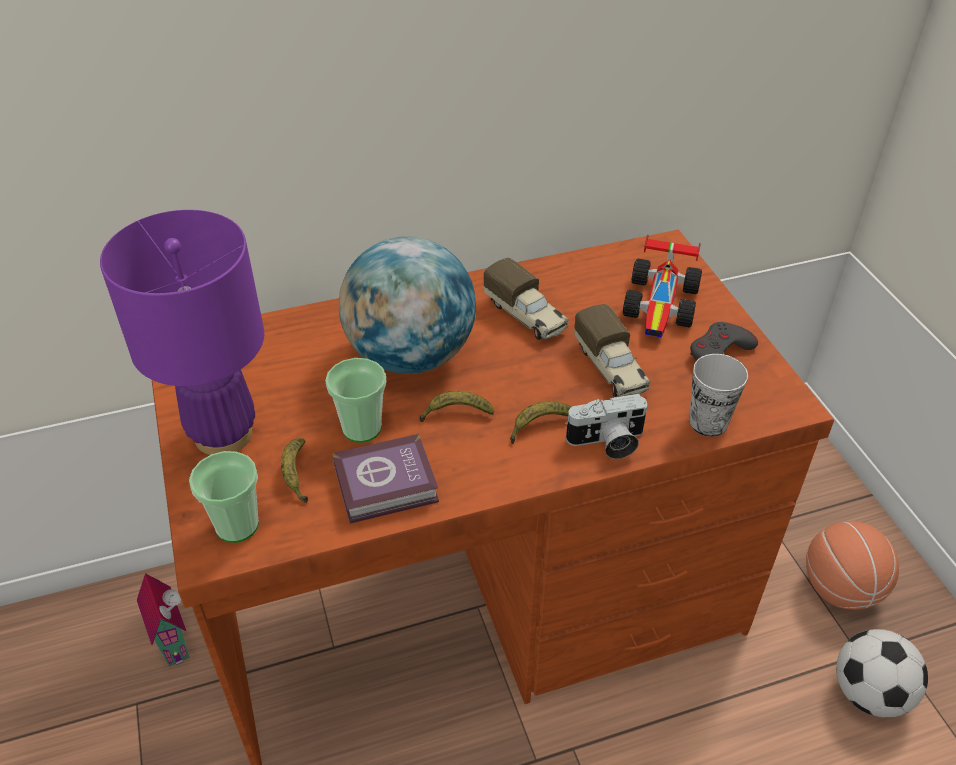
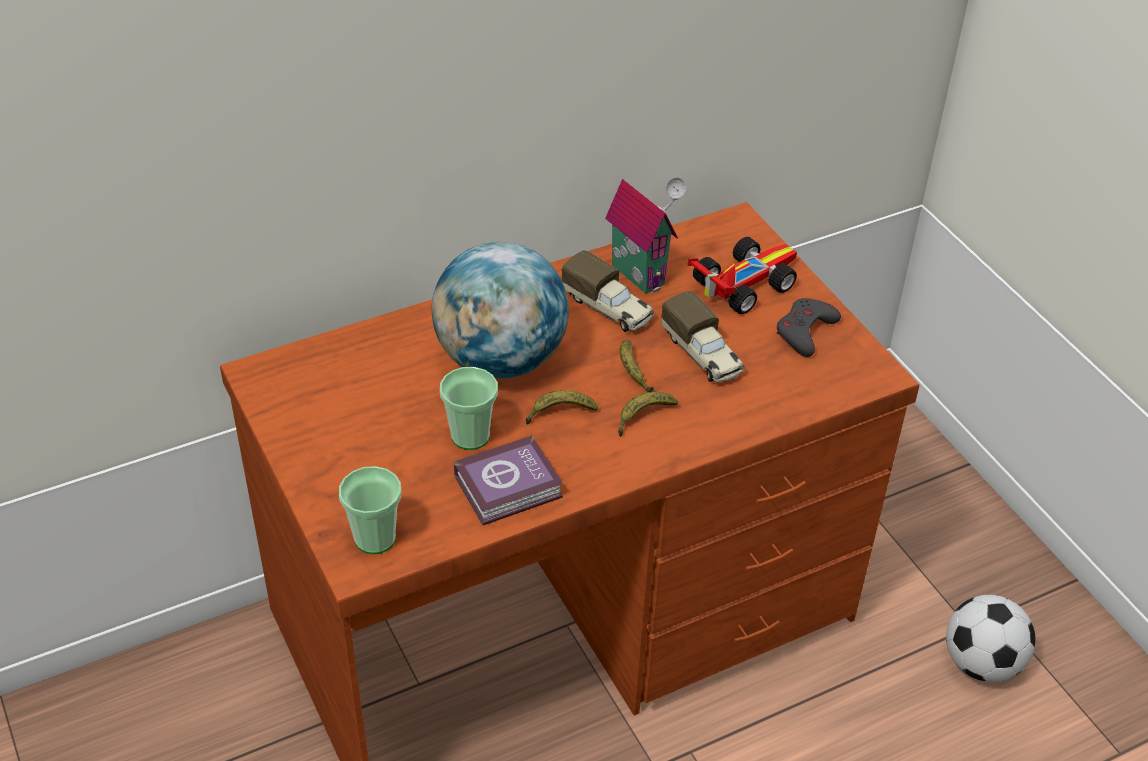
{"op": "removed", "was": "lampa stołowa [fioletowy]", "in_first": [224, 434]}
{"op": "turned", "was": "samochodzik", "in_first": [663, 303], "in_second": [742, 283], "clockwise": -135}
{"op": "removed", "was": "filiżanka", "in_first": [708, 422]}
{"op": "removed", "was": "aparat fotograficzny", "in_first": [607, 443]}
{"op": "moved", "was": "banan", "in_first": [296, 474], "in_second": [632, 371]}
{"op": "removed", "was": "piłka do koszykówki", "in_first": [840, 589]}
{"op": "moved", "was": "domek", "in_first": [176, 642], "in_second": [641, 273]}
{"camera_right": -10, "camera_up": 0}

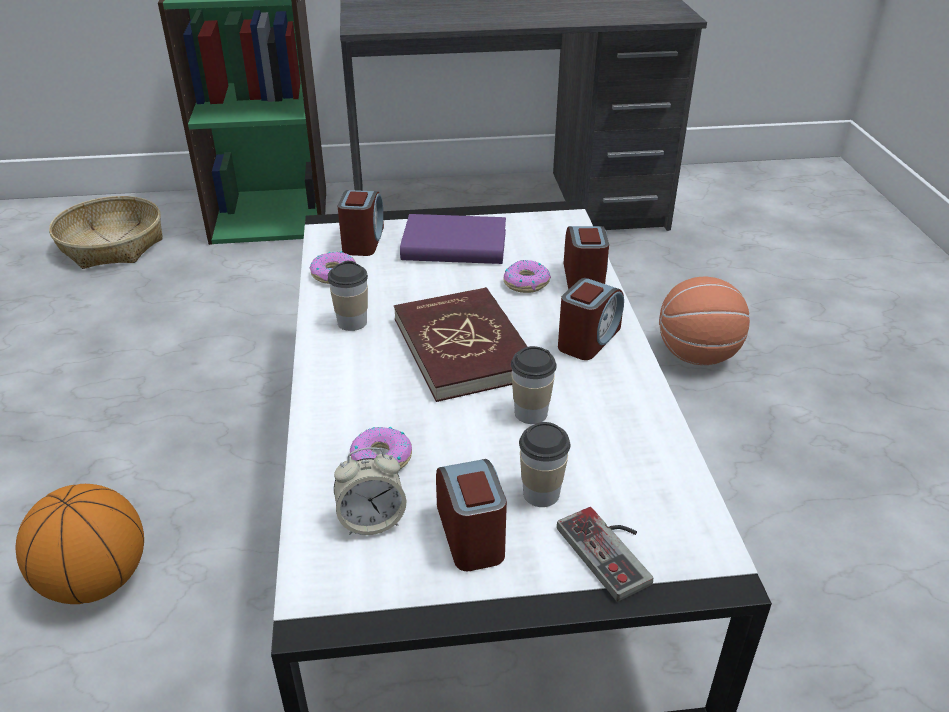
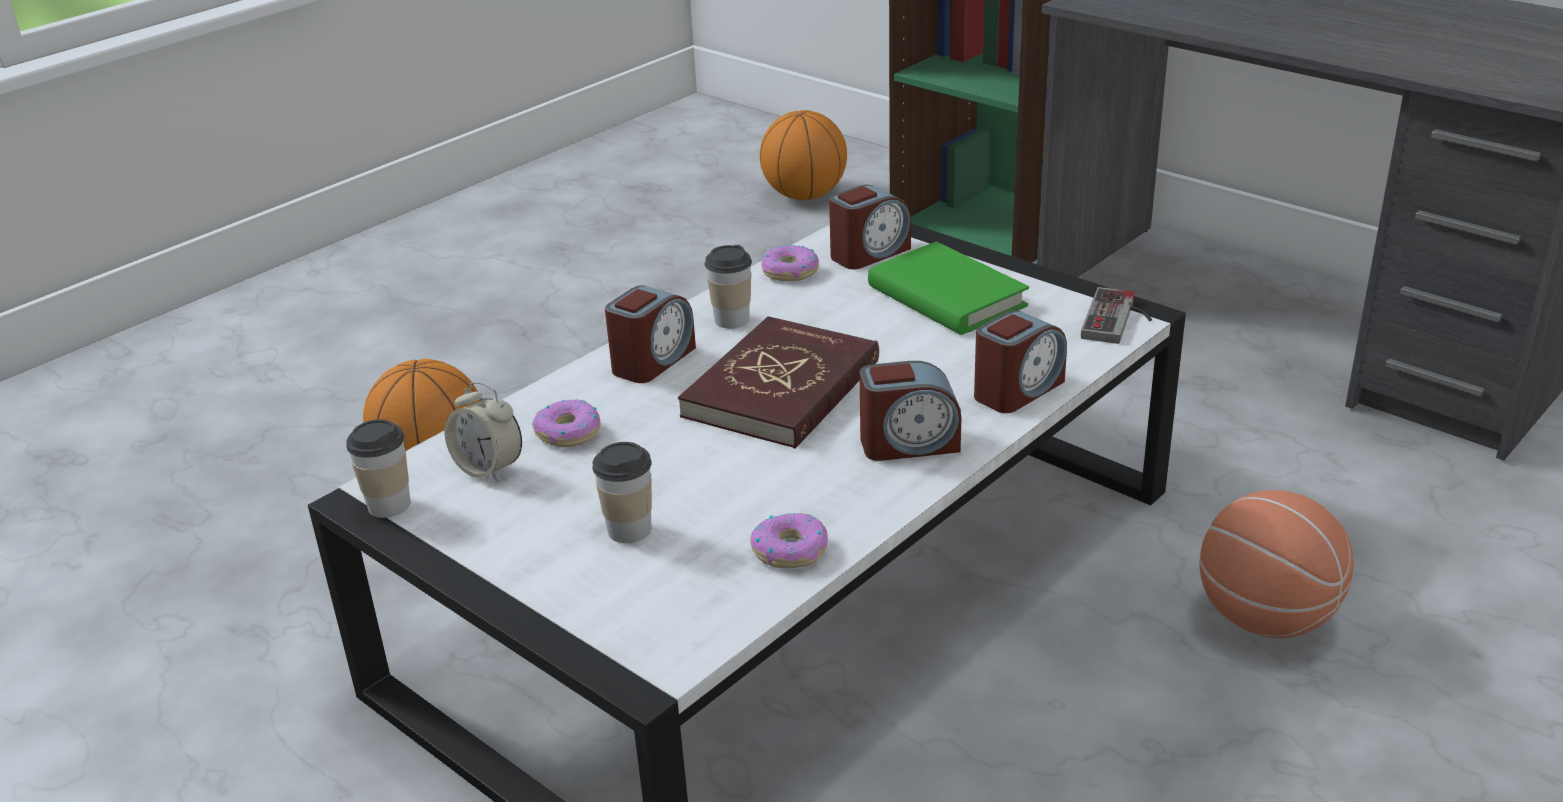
{"op": "replaced", "was": "koszyk", "now": "piłka do koszykówki", "in_first": [112, 245], "in_second": [804, 196]}
{"op": "recoloured", "was": "książka [fioletowy]", "now": "książka [zielony]", "in_first": [454, 246], "in_second": [946, 296]}
{"op": "moved", "was": "donut", "in_first": [526, 283], "in_second": [790, 550]}
{"op": "moved", "was": "filiżanka", "in_first": [531, 413], "in_second": [389, 505]}
{"op": "moved", "was": "budzik", "in_first": [471, 534], "in_second": [652, 361]}
{"op": "moved", "was": "pad do gier", "in_first": [613, 550], "in_second": [1119, 320]}
{"camera_right": 50, "camera_up": -5}

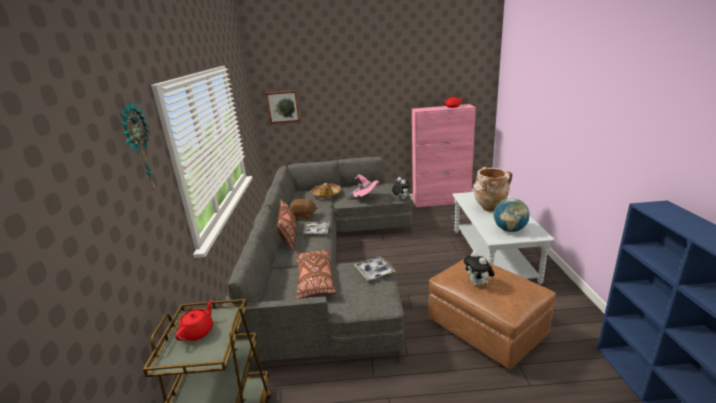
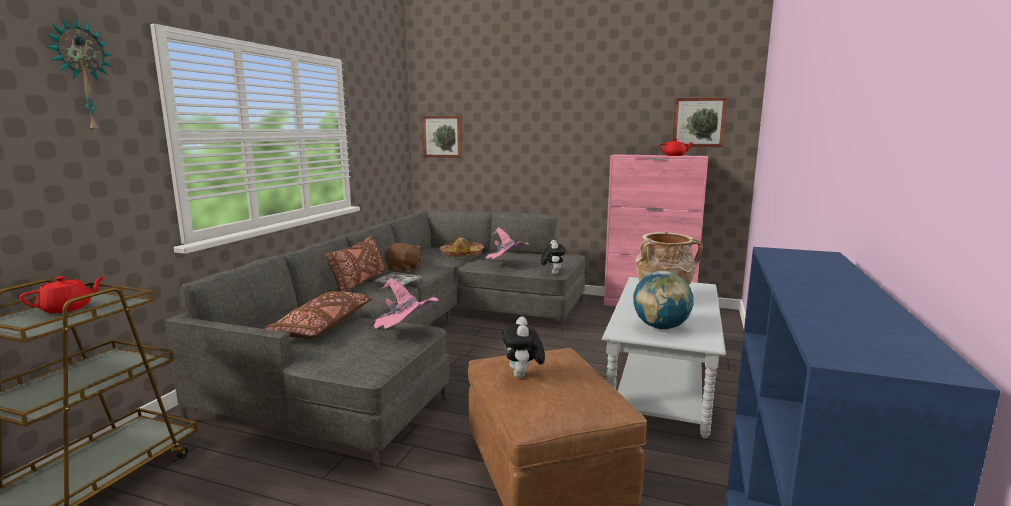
{"op": "replaced", "was": "taca", "now": "kapelusz [różowy]", "in_first": [374, 271], "in_second": [405, 333]}
{"op": "added", "now": "obraz", "in_second": [699, 122]}
{"camera_right": 20, "camera_up": -10}

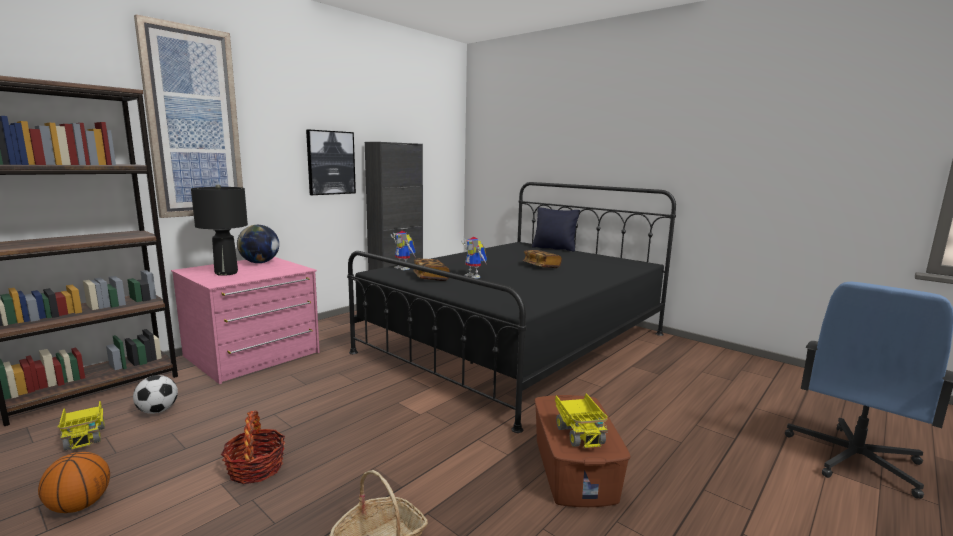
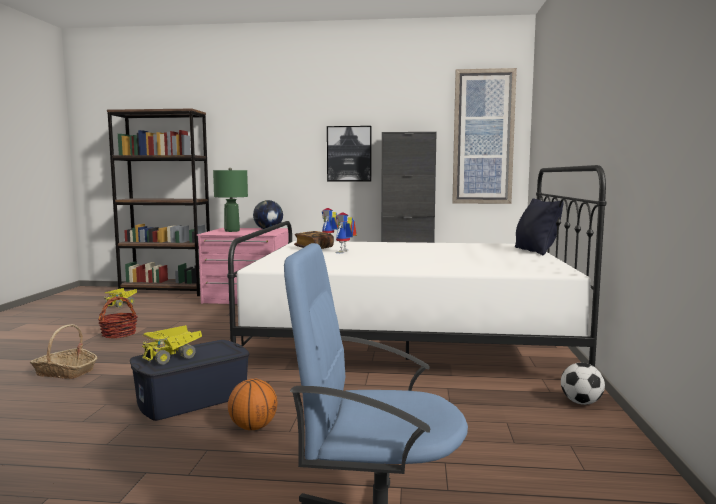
{"op": "moved", "was": "obraz", "in_first": [193, 123], "in_second": [483, 137]}
{"op": "recoloured", "was": "łóżko [czarny]", "now": "łóżko [biały]", "in_first": [516, 342], "in_second": [408, 340]}
{"op": "recoloured", "was": "lampa stołowa [czarny]", "now": "lampa stołowa [zielony]", "in_first": [226, 273], "in_second": [232, 231]}
{"op": "removed", "was": "książka", "in_first": [541, 266]}
{"op": "moved", "was": "piłka futbolowa", "in_first": [158, 411], "in_second": [581, 402]}
{"op": "recoloured", "was": "pojemnik do przechowywania [brązowy]", "now": "pojemnik do przechowywania [niebieski]", "in_first": [574, 469], "in_second": [193, 399]}
{"op": "moved", "was": "piłka do koszykówki", "in_first": [79, 505], "in_second": [253, 427]}
{"camera_right": 55, "camera_up": -5}

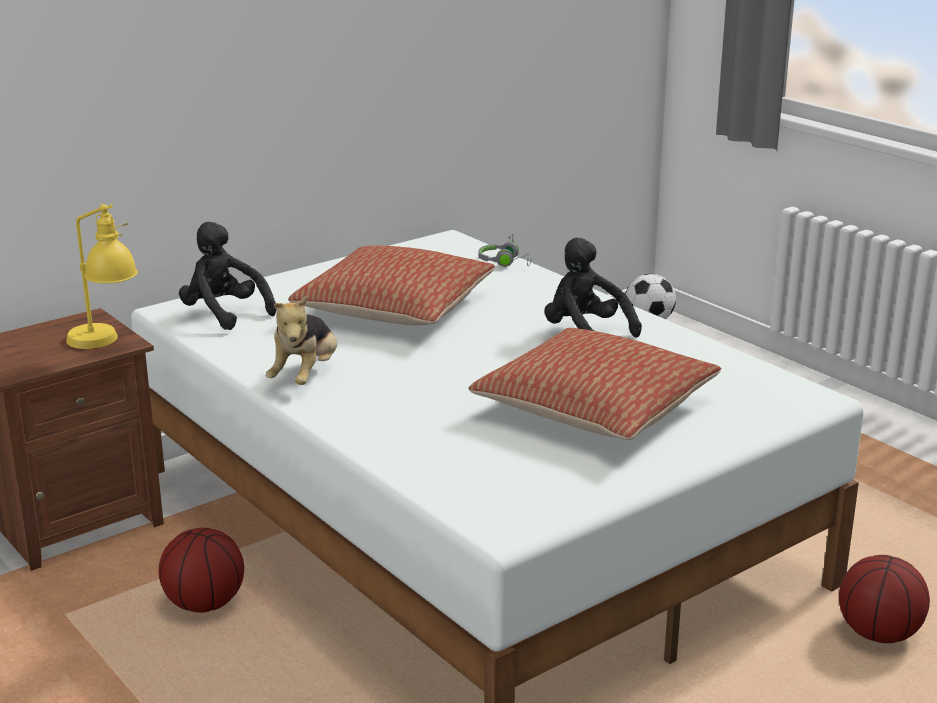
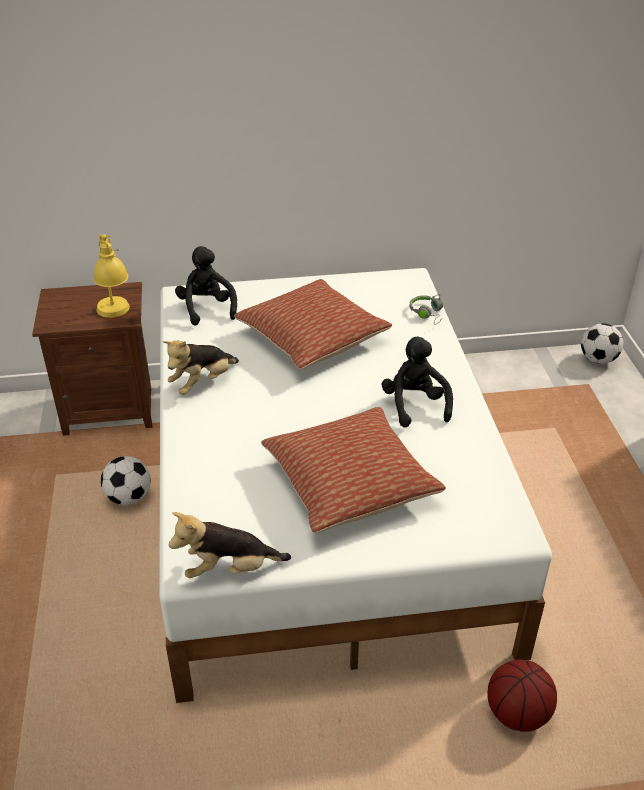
{"op": "replaced", "was": "piłka do koszykówki", "now": "piłka futbolowa", "in_first": [204, 604], "in_second": [129, 497]}
{"op": "added", "now": "pluszak", "in_second": [230, 569]}
{"camera_right": 30, "camera_up": 15}

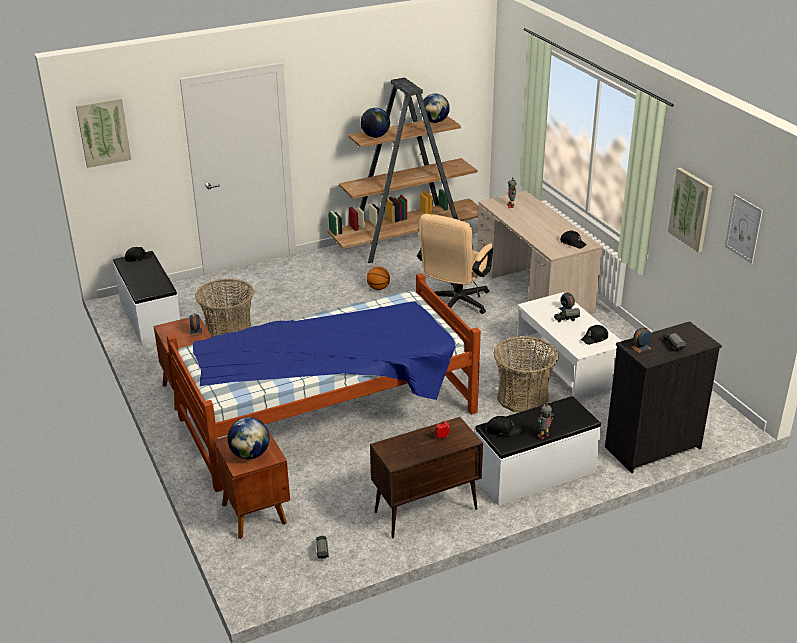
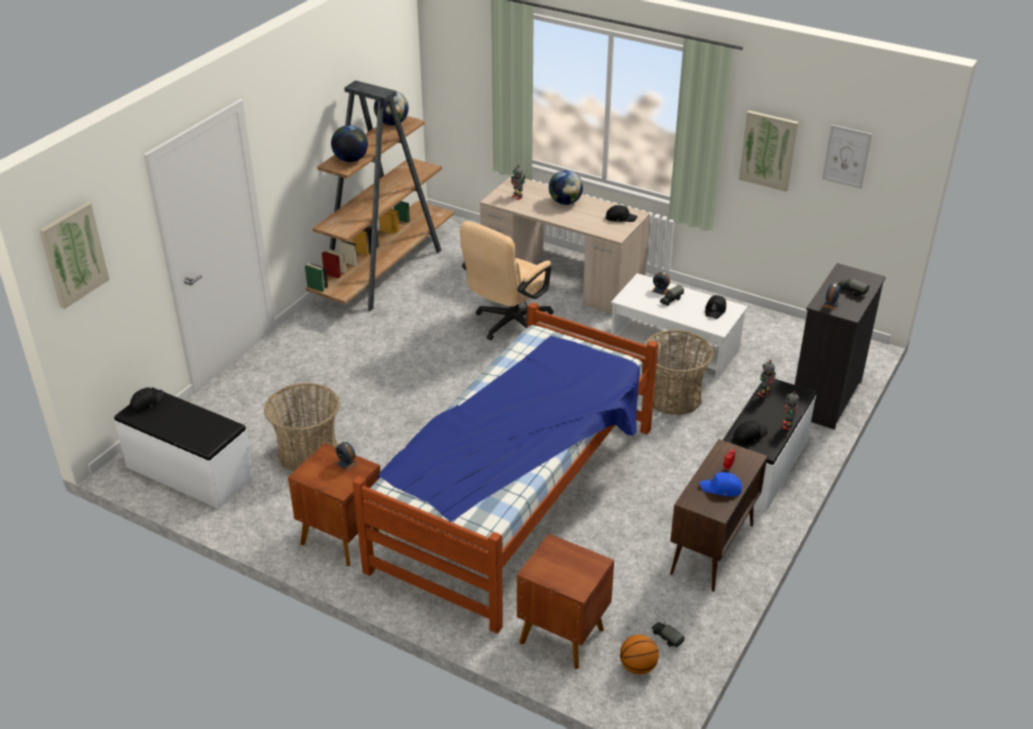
{"op": "turned", "was": "krzesło biurowe [beżowy]", "in_first": [455, 304], "in_second": [508, 325], "clockwise": 45}
{"op": "moved", "was": "piłka do koszykówki", "in_first": [378, 288], "in_second": [638, 667]}
{"op": "moved", "was": "globus", "in_first": [250, 454], "in_second": [565, 202]}
{"op": "added", "now": "robot zabawkowy", "in_second": [764, 394]}
{"op": "added", "now": "czapka z daszkiem [niebieski]", "in_second": [721, 488]}
{"camera_right": -35, "camera_up": 5}

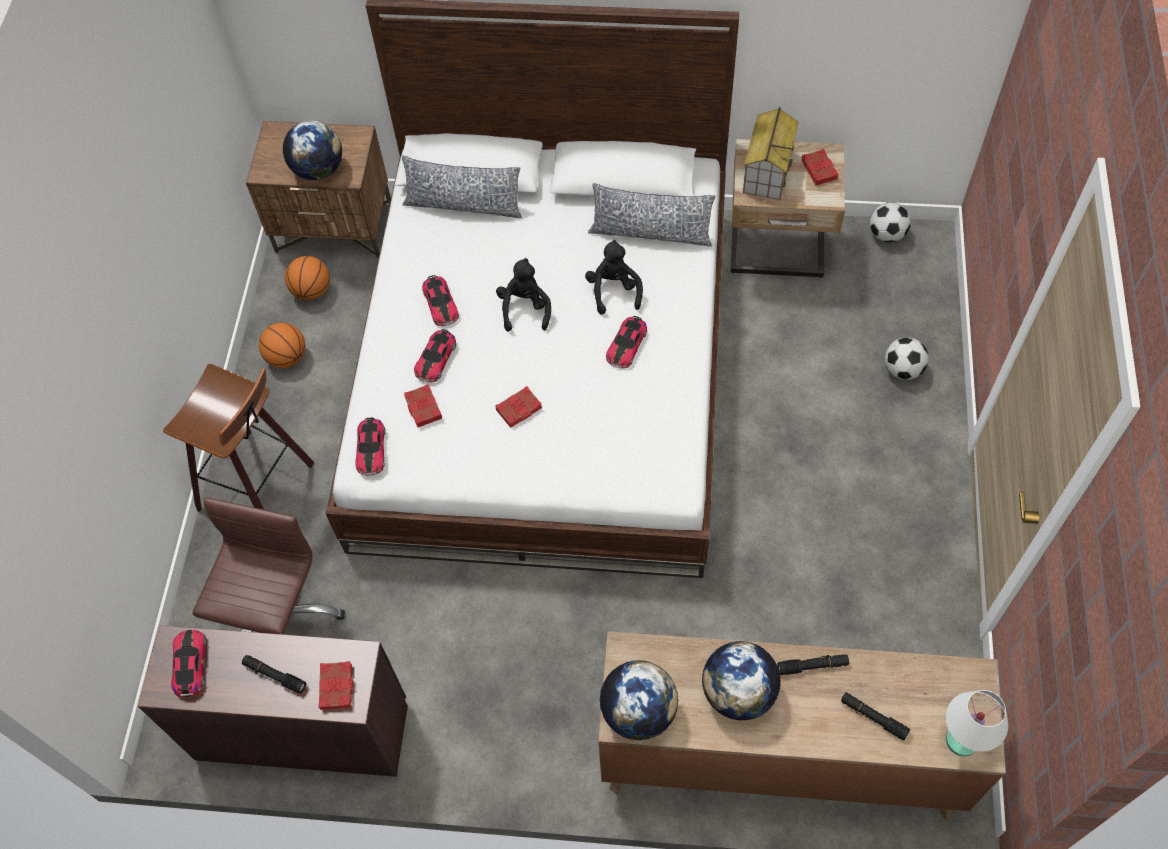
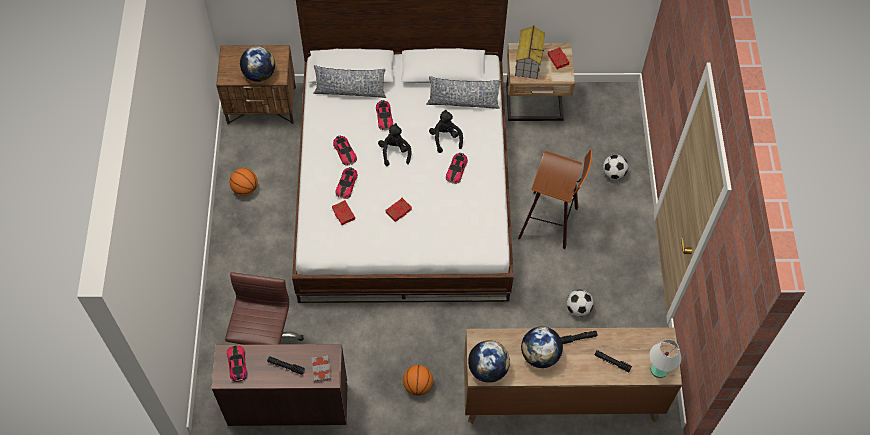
{"op": "moved", "was": "piłka futbolowa", "in_first": [886, 234], "in_second": [578, 308]}
{"op": "moved", "was": "piłka do koszykówki", "in_first": [312, 291], "in_second": [418, 385]}
{"op": "moved", "was": "stołek", "in_first": [260, 484], "in_second": [551, 221]}
{"op": "moved", "was": "samochodzik", "in_first": [371, 449], "in_second": [384, 117]}
{"op": "recoloured", "was": "książka [czerwony]", "now": "książka [szary]", "in_first": [337, 687], "in_second": [321, 369]}
{"camera_right": -10, "camera_up": 0}

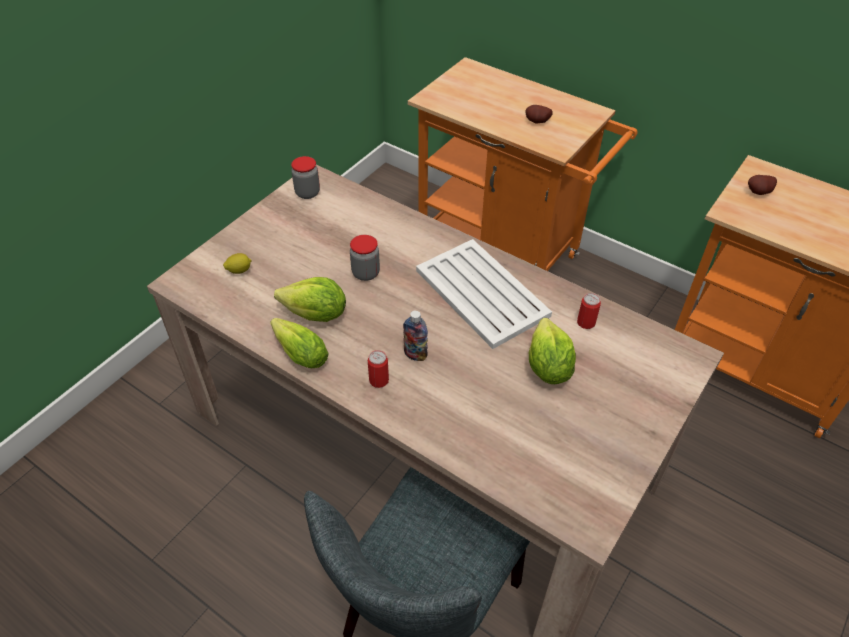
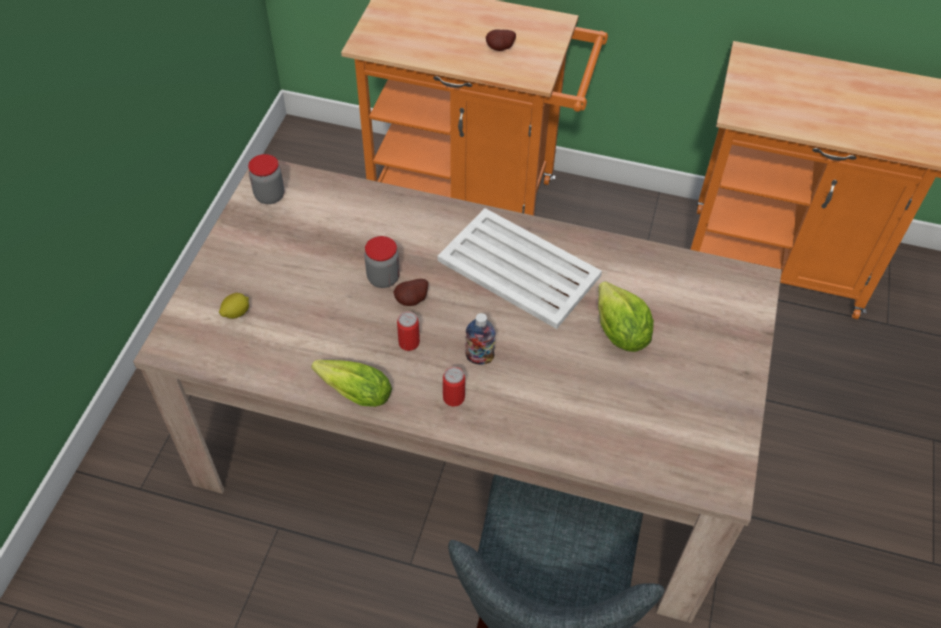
{"op": "moved", "was": "ziemniak", "in_first": [759, 193], "in_second": [413, 301]}
{"op": "removed", "was": "sałata", "in_first": [316, 315]}
{"op": "moved", "was": "puszka", "in_first": [586, 322], "in_second": [409, 342]}
{"camera_right": -20, "camera_up": 5}

